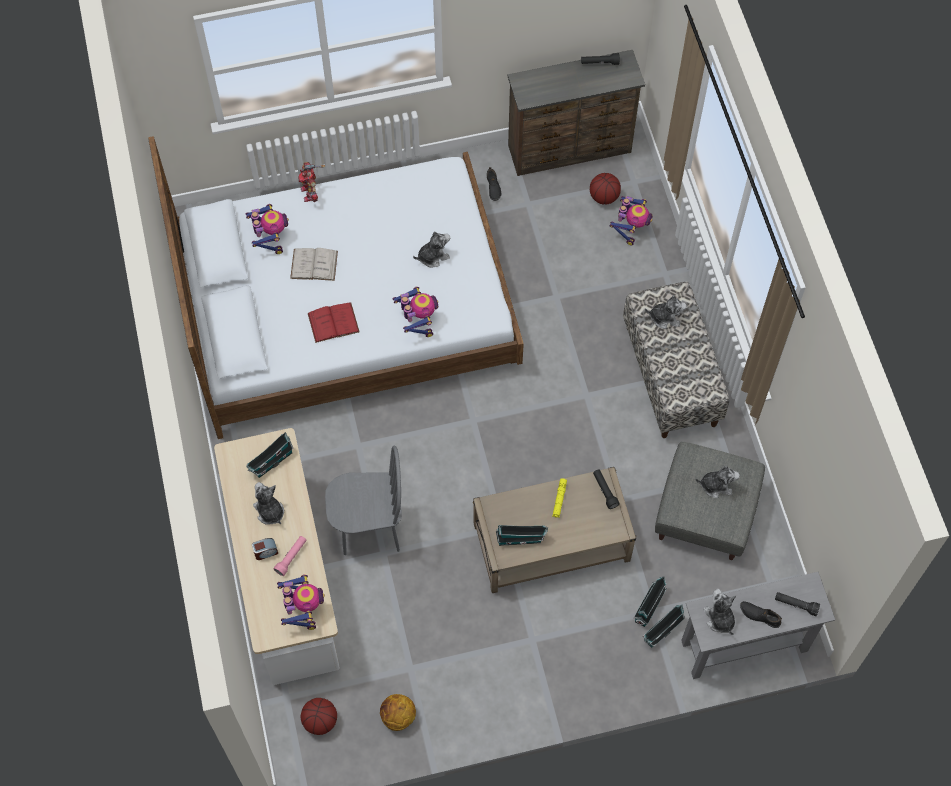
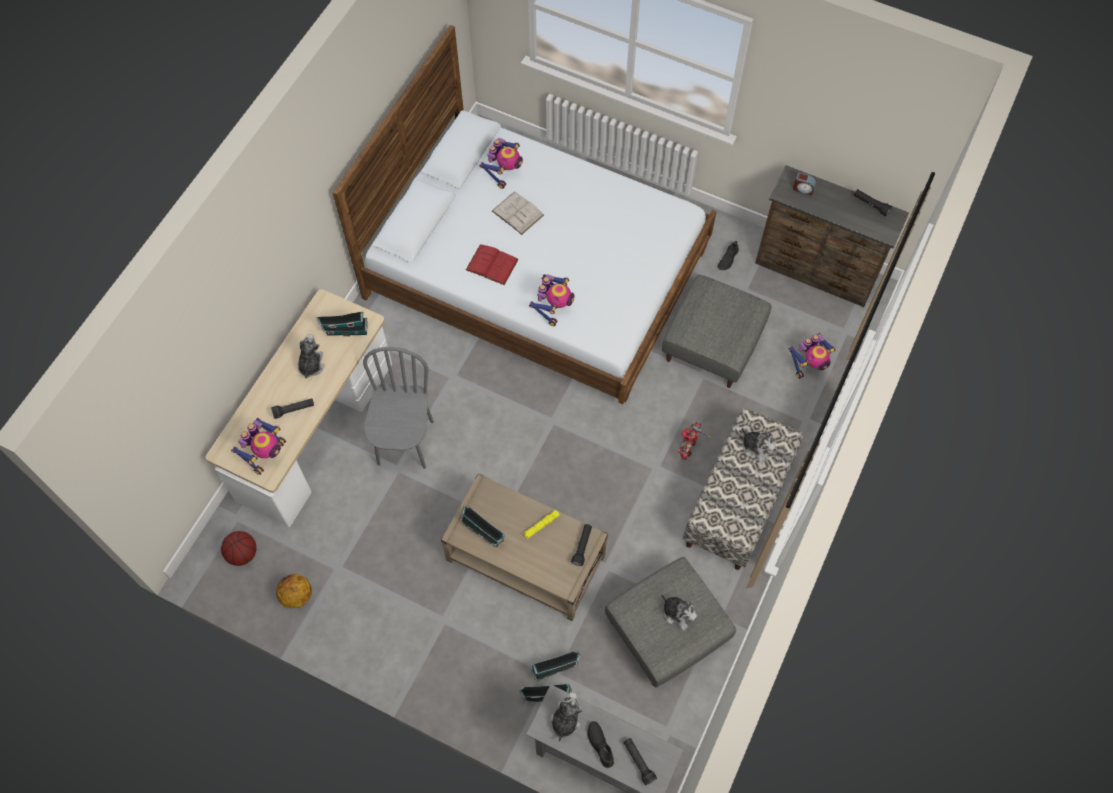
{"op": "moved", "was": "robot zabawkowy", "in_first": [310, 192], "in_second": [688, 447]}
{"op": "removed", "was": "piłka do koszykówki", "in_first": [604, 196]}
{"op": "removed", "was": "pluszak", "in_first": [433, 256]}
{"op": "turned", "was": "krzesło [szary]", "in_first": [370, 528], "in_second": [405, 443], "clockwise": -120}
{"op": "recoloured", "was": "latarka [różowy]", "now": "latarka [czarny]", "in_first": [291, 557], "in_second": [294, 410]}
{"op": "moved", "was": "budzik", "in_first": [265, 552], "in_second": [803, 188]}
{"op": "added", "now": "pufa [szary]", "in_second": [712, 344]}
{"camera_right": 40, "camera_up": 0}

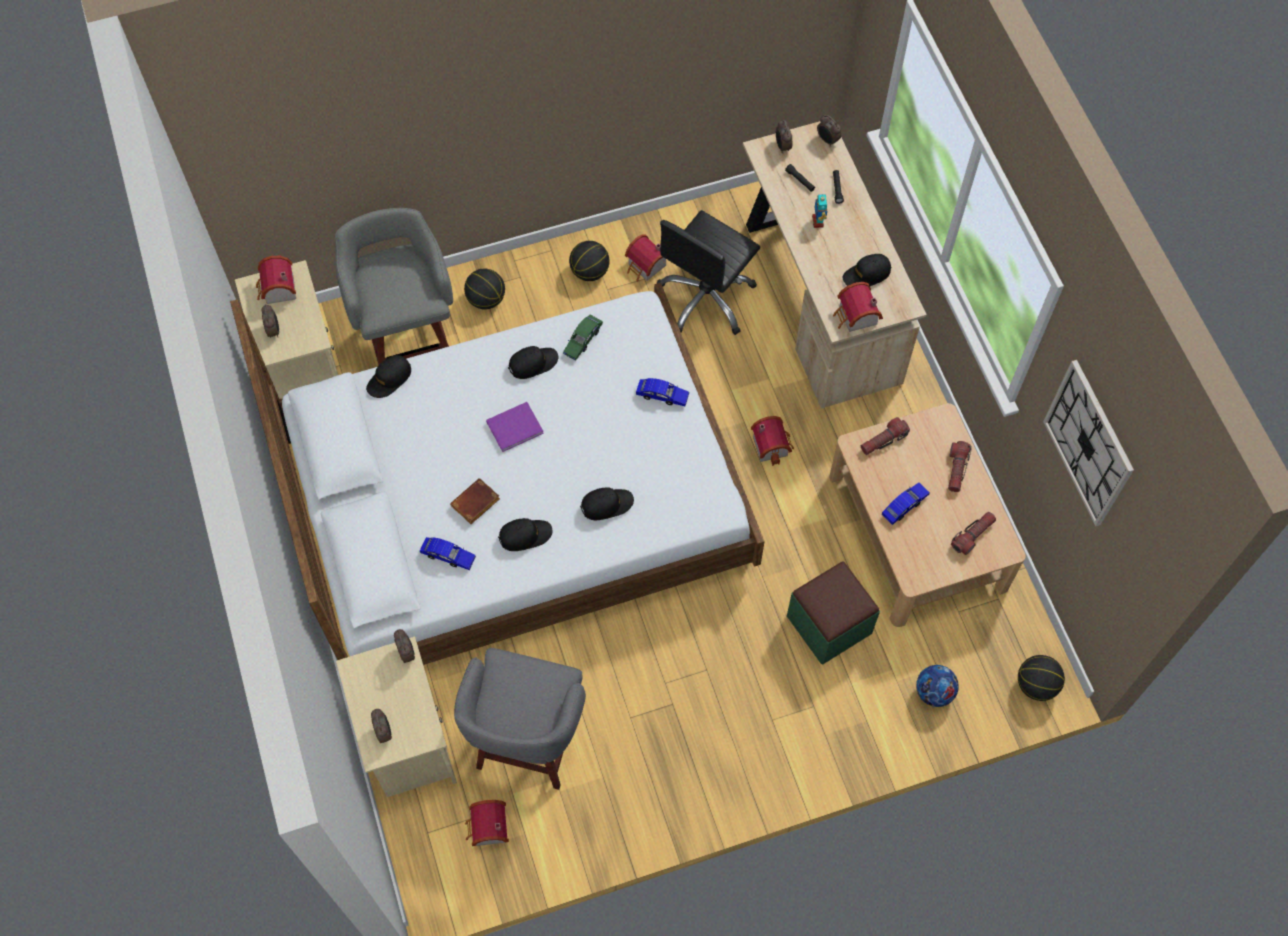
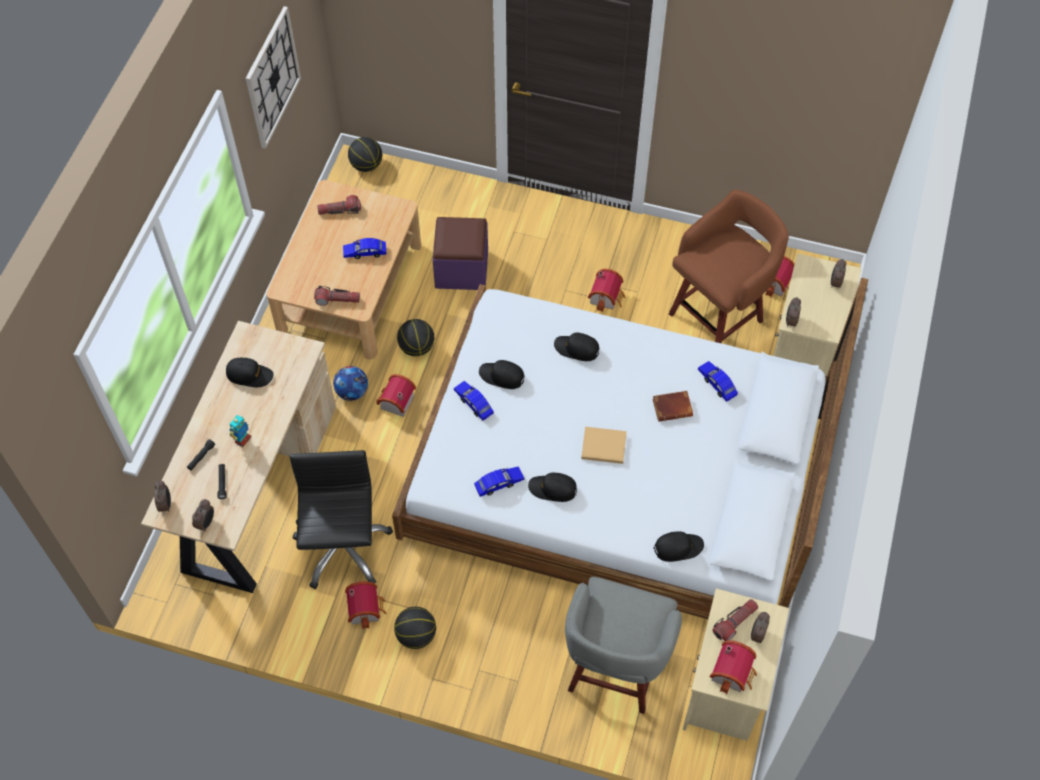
{"op": "turned", "was": "krzesło biurowe [czarny]", "in_first": [706, 298], "in_second": [342, 547], "clockwise": -75}
{"op": "moved", "was": "piłka do koszykówki", "in_first": [486, 299], "in_second": [416, 347]}
{"op": "moved", "was": "domek", "in_first": [855, 317], "in_second": [607, 297]}
{"op": "recoloured", "was": "samochodzik [zielony]", "now": "samochodzik [niebieski]", "in_first": [583, 340], "in_second": [499, 484]}
{"op": "recoloured", "was": "książka [fioletowy]", "now": "książka [beżowy]", "in_first": [516, 427], "in_second": [602, 446]}
{"op": "moved", "was": "latarka", "in_first": [956, 469], "in_second": [735, 622]}
{"op": "moved", "was": "czapka z daszkiem [czarny]", "in_first": [525, 535], "in_second": [502, 376]}
{"op": "recoloured", "was": "pufa [zielony]", "now": "pufa [fioletowy]", "in_first": [829, 624], "in_second": [461, 269]}
{"op": "recoloured", "was": "stołek [szary]", "now": "stołek [brązowy]", "in_first": [527, 744], "in_second": [718, 315]}
{"op": "moved", "was": "piłka futbolowa", "in_first": [934, 692], "in_second": [352, 392]}
{"camera_right": -145, "camera_up": -5}

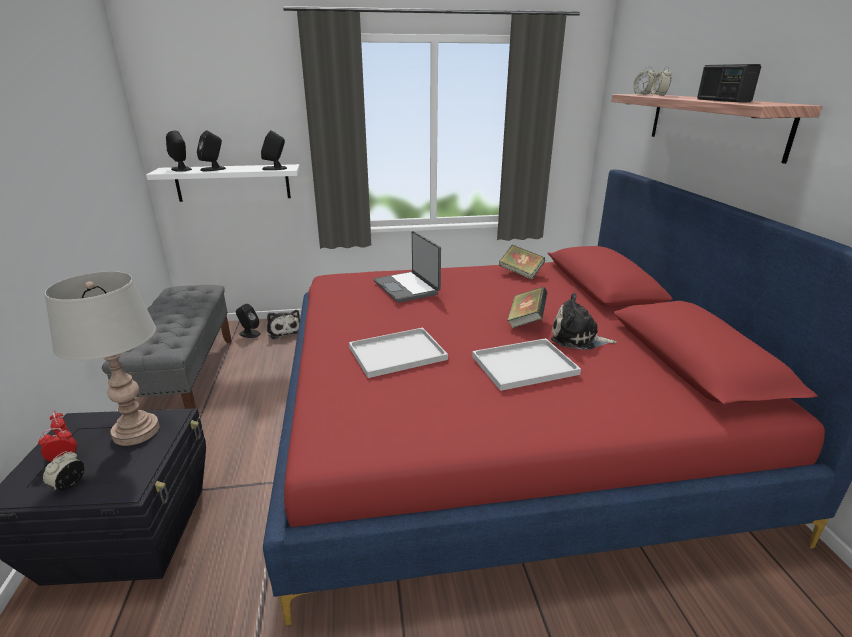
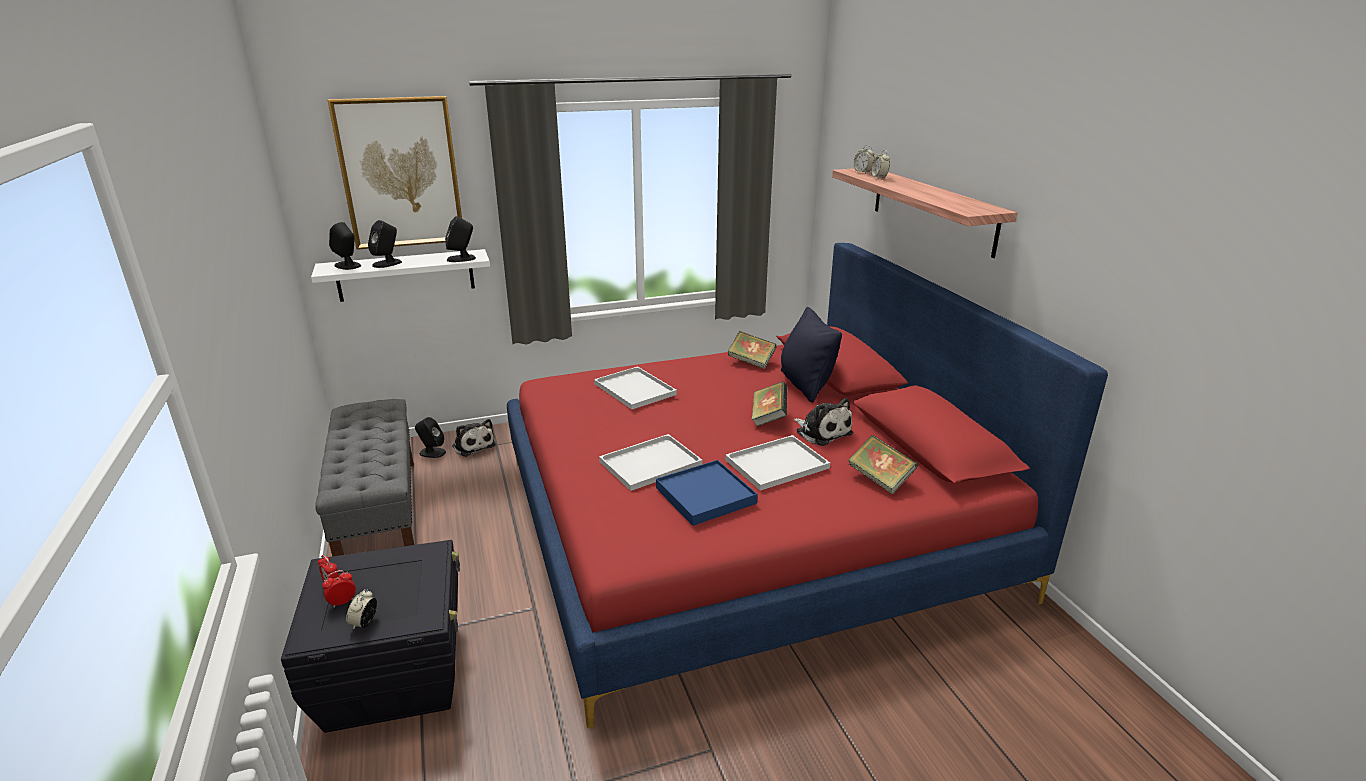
{"op": "removed", "was": "radio", "in_first": [722, 100]}
{"op": "replaced", "was": "laptop", "now": "taca [biały]", "in_first": [407, 287], "in_second": [636, 389]}
{"op": "removed", "was": "lampa stołowa [szary]", "in_first": [136, 432]}
{"op": "turned", "was": "pluszak", "in_first": [577, 338], "in_second": [822, 432], "clockwise": -135}
{"op": "added", "now": "obraz", "in_second": [400, 173]}
{"op": "added", "now": "poduszka [czarny]", "in_second": [805, 385]}
{"op": "added", "now": "książka", "in_second": [880, 479]}
{"op": "added", "now": "taca [niebieski]", "in_second": [706, 496]}
{"camera_right": -10, "camera_up": 0}

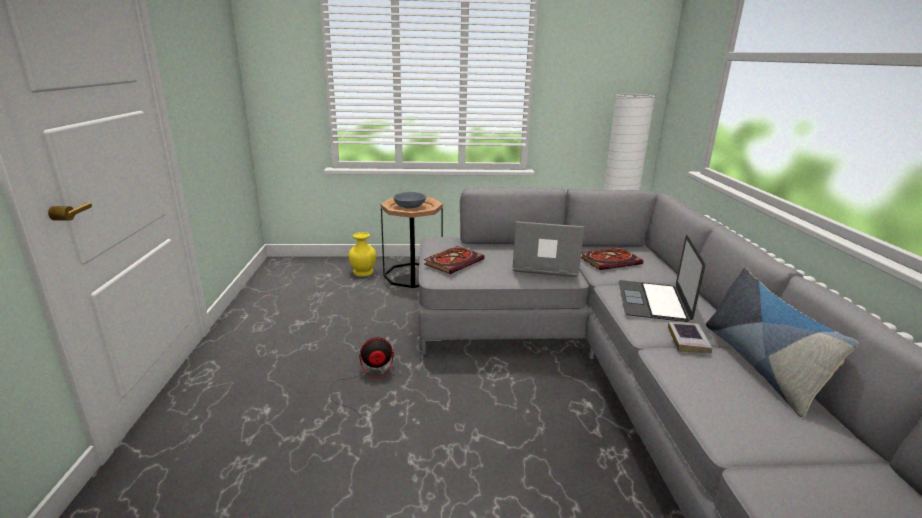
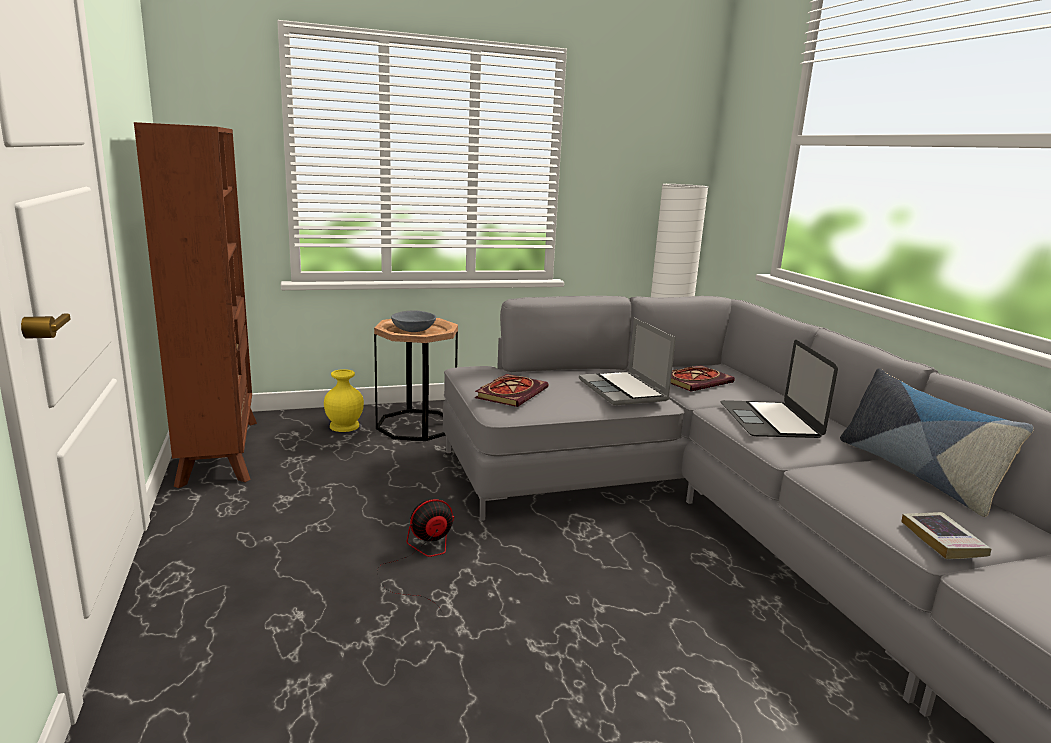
{"op": "turned", "was": "laptop", "in_first": [544, 265], "in_second": [624, 391], "clockwise": -105}
{"op": "moved", "was": "książka", "in_first": [688, 341], "in_second": [943, 540]}
{"op": "added", "now": "regał [brązowy]", "in_second": [220, 451]}
{"camera_right": -15, "camera_up": -5}

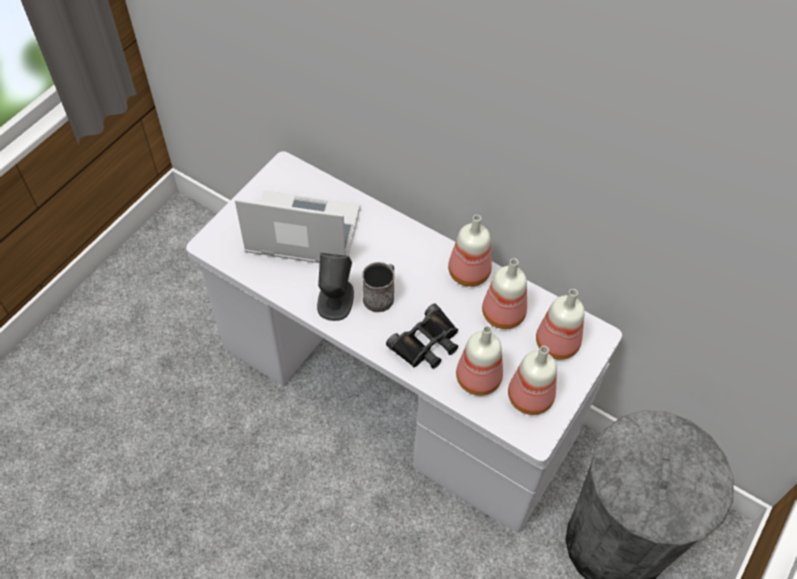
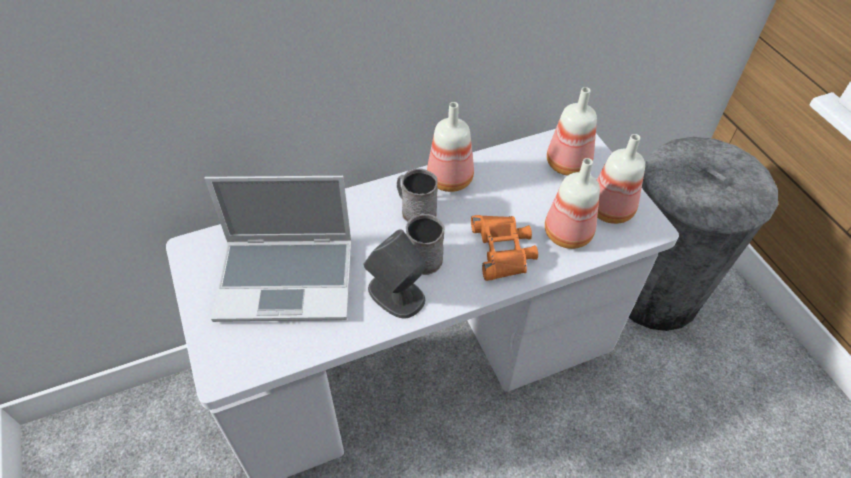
{"op": "turned", "was": "laptop", "in_first": [301, 232], "in_second": [288, 279], "clockwise": -135}
{"op": "removed", "was": "butelka", "in_first": [503, 312]}
{"op": "recoloured", "was": "lornetka [czarny]", "now": "lornetka [pomarańczowy]", "in_first": [426, 343], "in_second": [503, 250]}
{"op": "added", "now": "kubek [szary]", "in_second": [415, 210]}
{"camera_right": -55, "camera_up": -5}

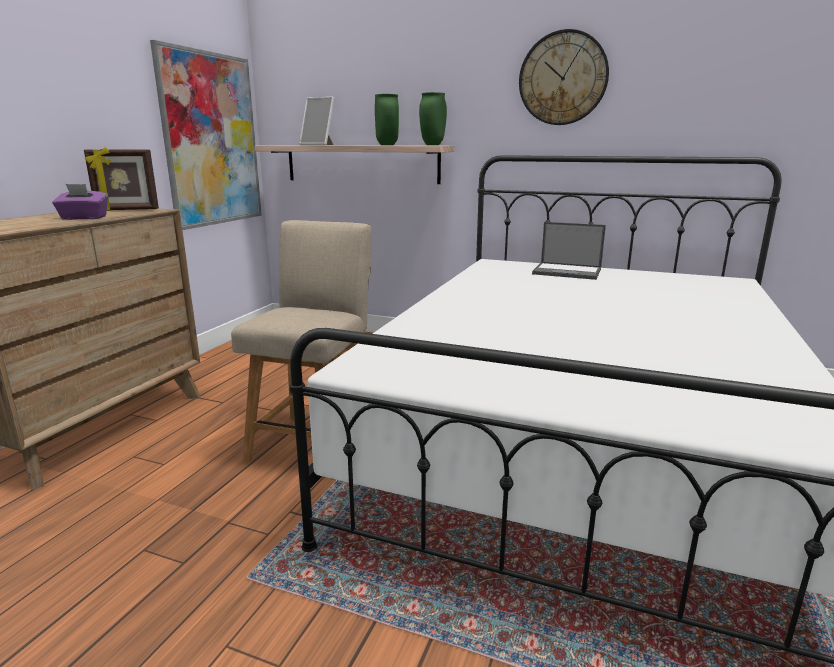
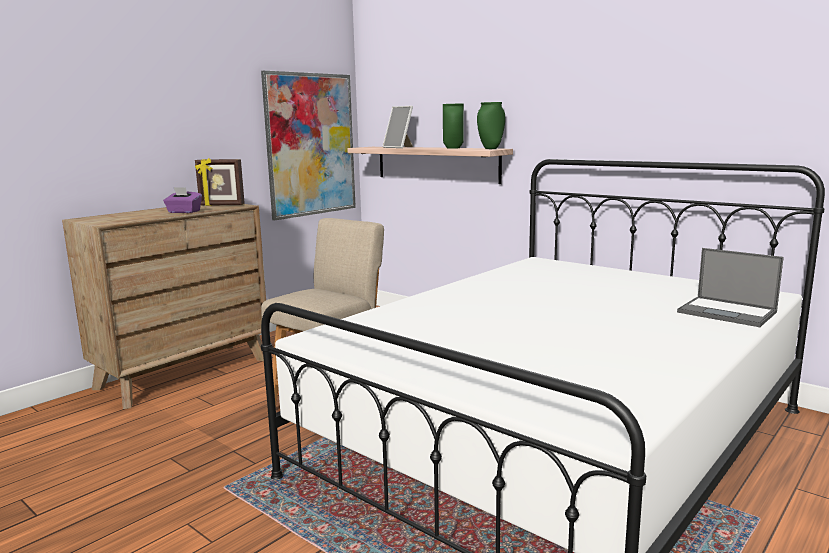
{"op": "removed", "was": "zegar ścienny", "in_first": [563, 78]}
{"op": "moved", "was": "laptop", "in_first": [568, 272], "in_second": [728, 312]}
{"camera_right": 20, "camera_up": -5}

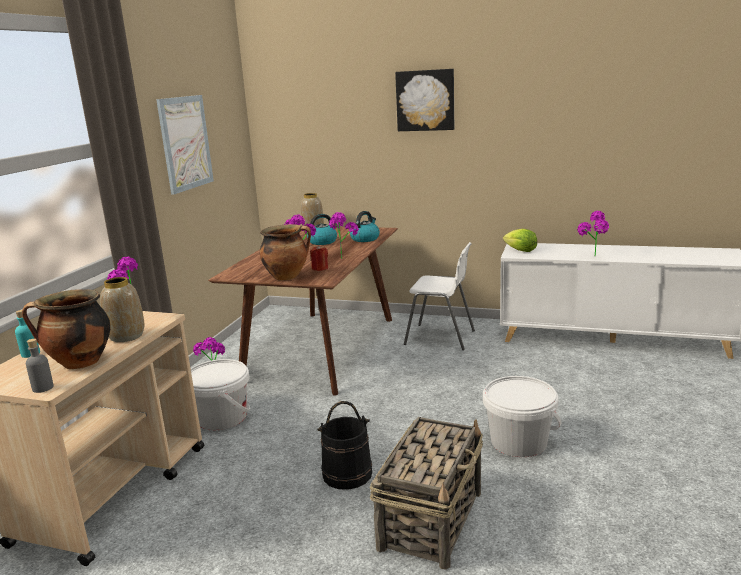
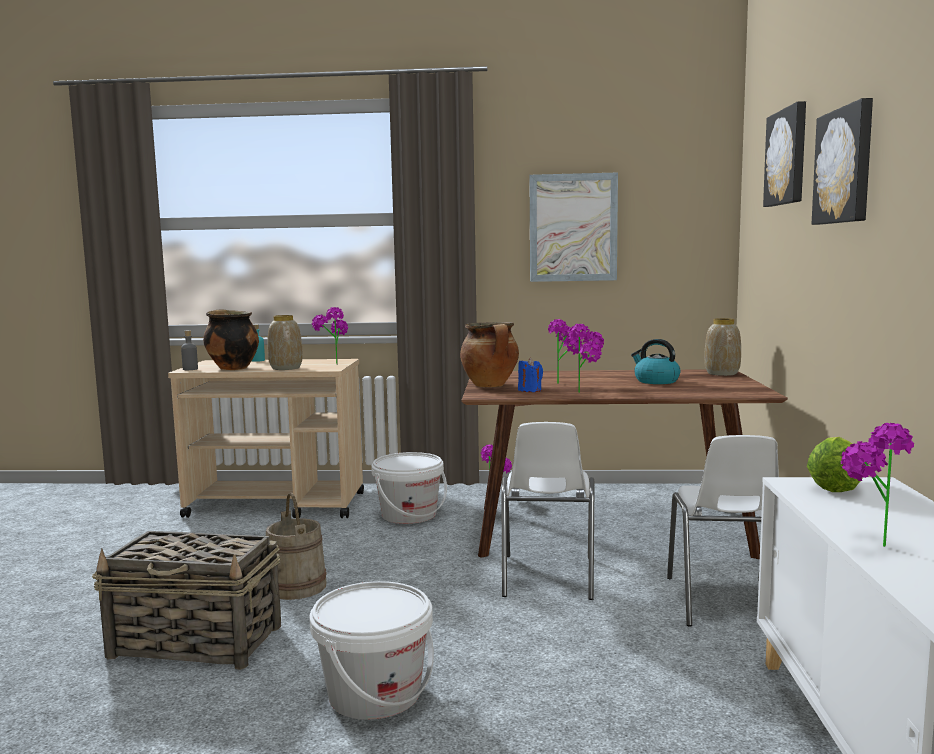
{"op": "removed", "was": "czajnik", "in_first": [365, 239]}
{"op": "recoloured", "was": "świeca [czerwony]", "now": "świeca [niebieski]", "in_first": [320, 268], "in_second": [530, 390]}
{"op": "recoloured", "was": "wiadro [czarny]", "now": "wiadro [beżowy]", "in_first": [347, 473], "in_second": [297, 586]}
{"op": "added", "now": "obraz", "in_second": [788, 157]}
{"op": "added", "now": "krzesło [biały]", "in_second": [547, 577]}
{"camera_right": 75, "camera_up": -10}

